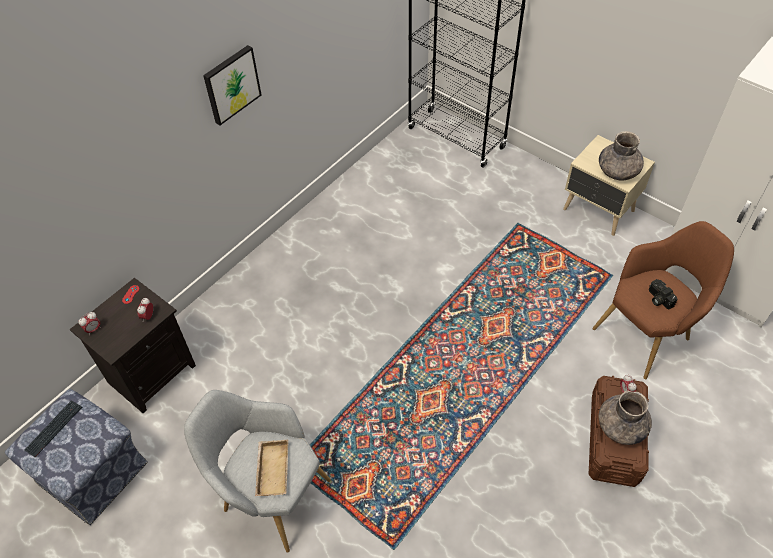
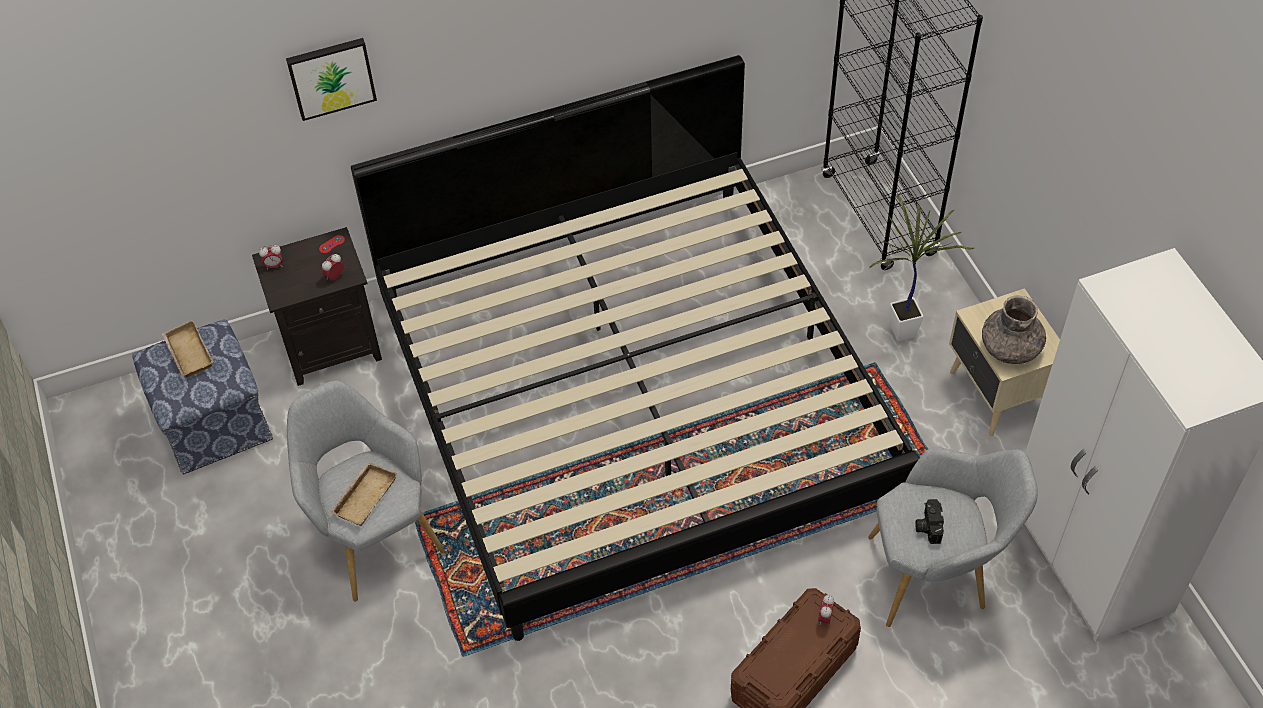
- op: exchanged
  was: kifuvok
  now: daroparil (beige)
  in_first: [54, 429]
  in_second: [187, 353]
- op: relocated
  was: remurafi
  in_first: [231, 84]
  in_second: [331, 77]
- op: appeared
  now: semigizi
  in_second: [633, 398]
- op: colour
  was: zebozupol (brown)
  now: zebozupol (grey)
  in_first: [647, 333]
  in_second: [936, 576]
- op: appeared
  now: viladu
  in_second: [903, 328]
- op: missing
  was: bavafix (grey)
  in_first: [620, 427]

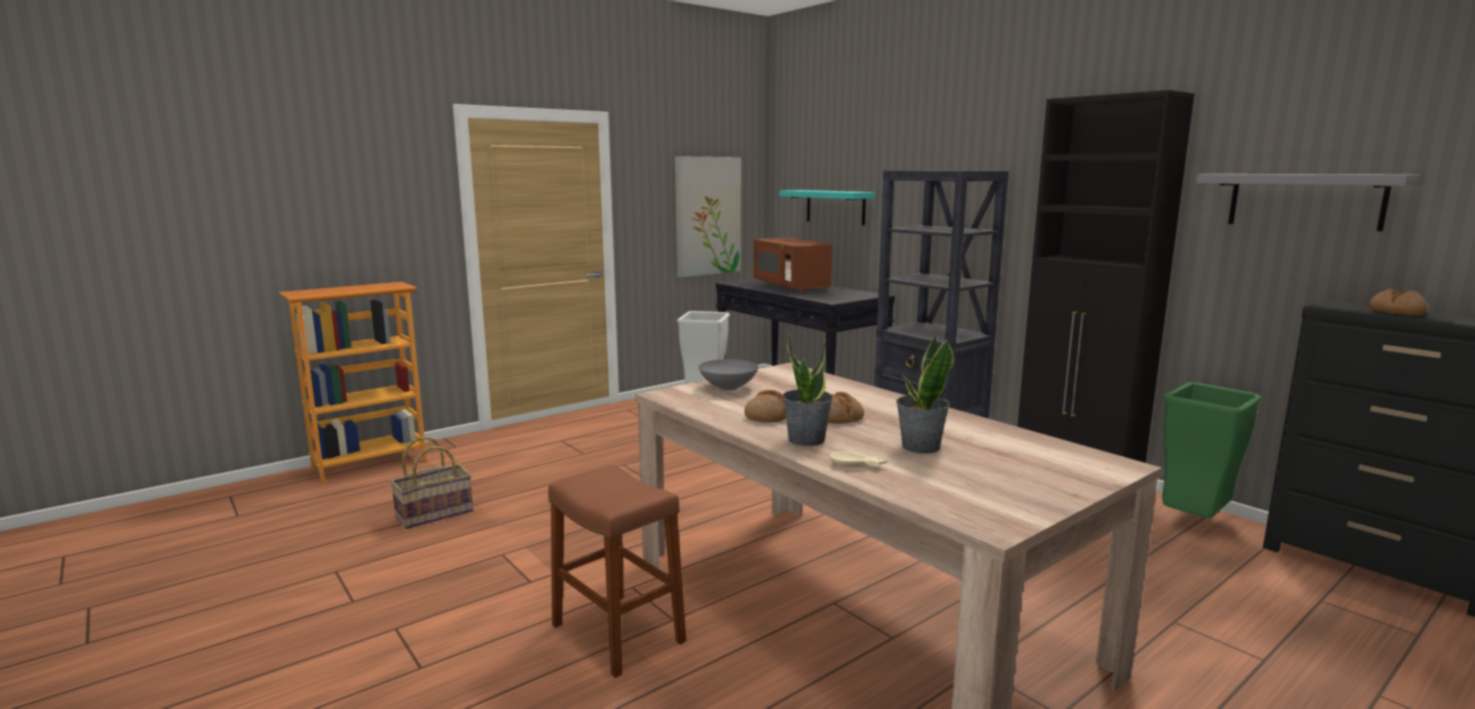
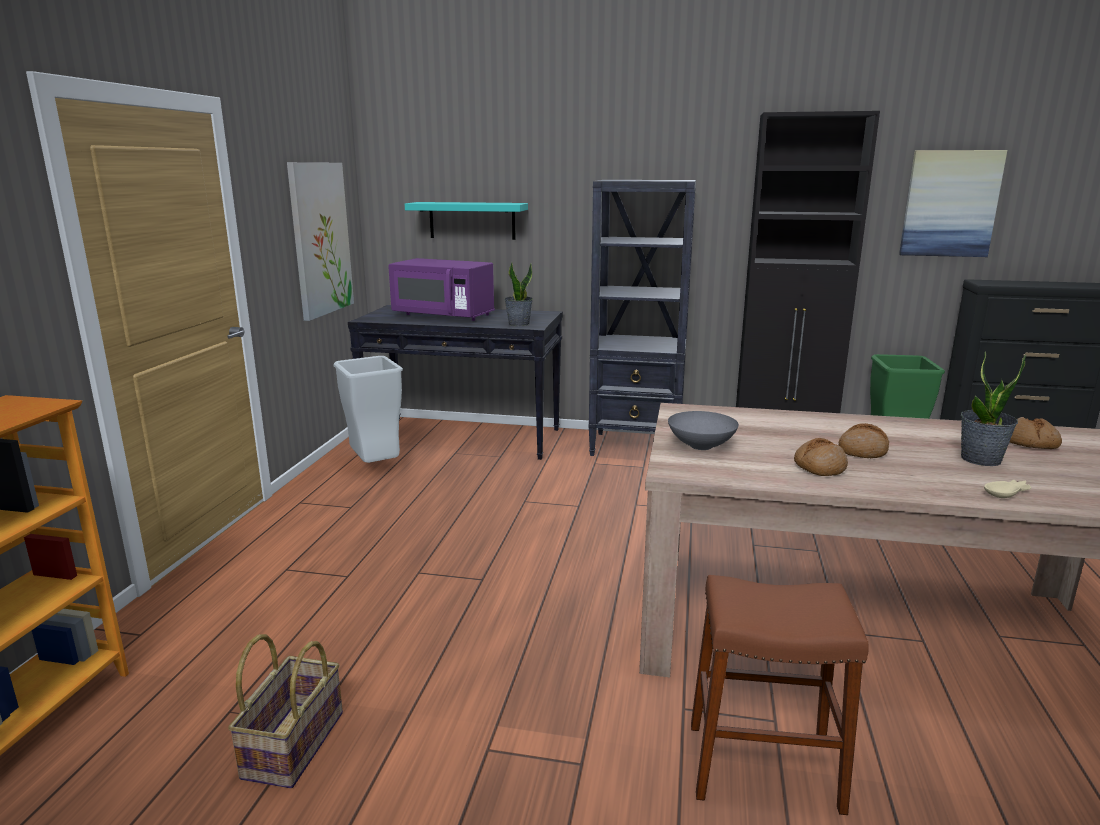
- op: colour
  was: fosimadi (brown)
  now: fosimadi (purple)
  in_first: [791, 287]
  in_second: [443, 315]
- op: relocated
  was: viladu
  in_first: [806, 439]
  in_second: [518, 324]
- op: exchanged
  was: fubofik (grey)
  now: remurafi
  in_first: [1305, 200]
  in_second: [950, 204]
- op: relocated
  was: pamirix
  in_first: [1395, 312]
  in_second: [1029, 443]

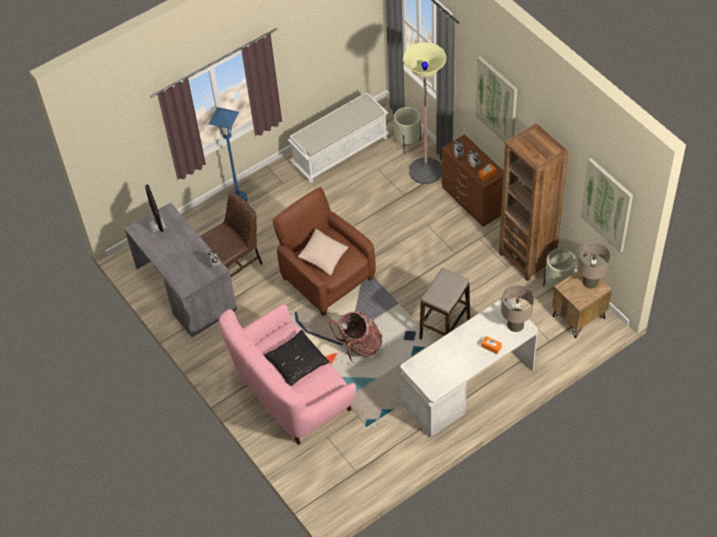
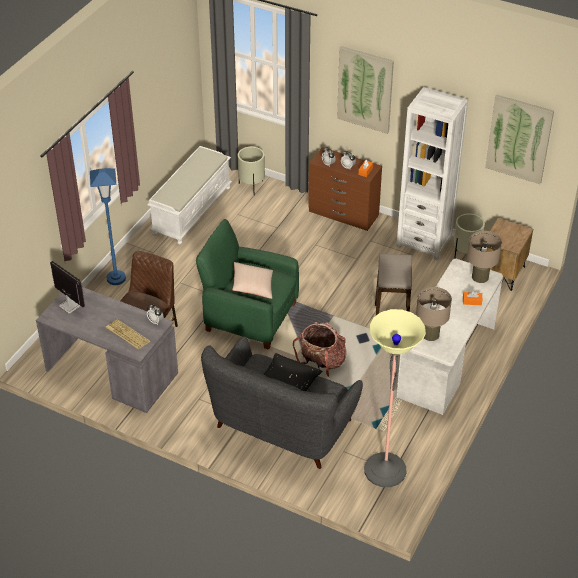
- op: appeared
  now: kifuvok
  in_second: [127, 335]
- op: colour
  was: zebozupol (brown)
  now: zebozupol (green)
  in_first: [327, 277]
  in_second: [249, 316]
- op: colour
  was: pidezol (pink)
  now: pidezol (grey)
  in_first: [291, 393]
  in_second: [281, 426]
- op: relocated
  was: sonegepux
  in_first: [425, 171]
  in_second: [385, 470]
- op: colour
  was: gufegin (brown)
  now: gufegin (white)
  in_first: [527, 258]
  in_second: [424, 242]
- op: relocated
  was: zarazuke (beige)
  in_first: [590, 282]
  in_second: [430, 334]

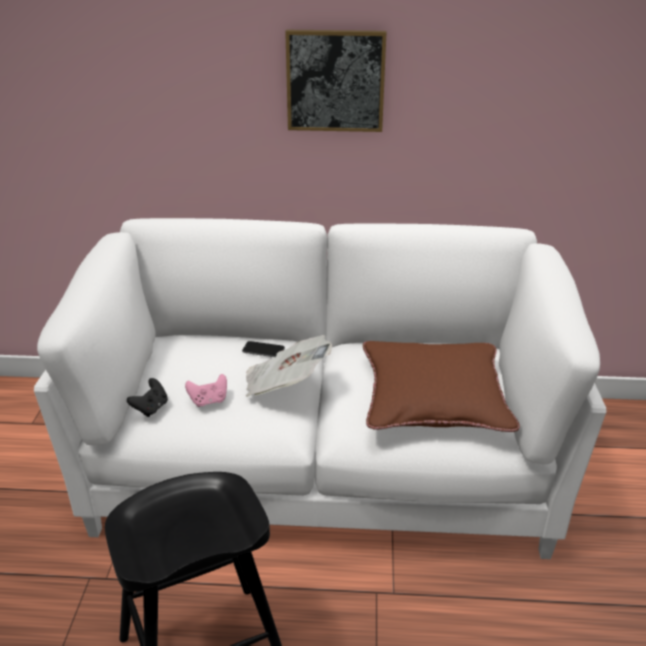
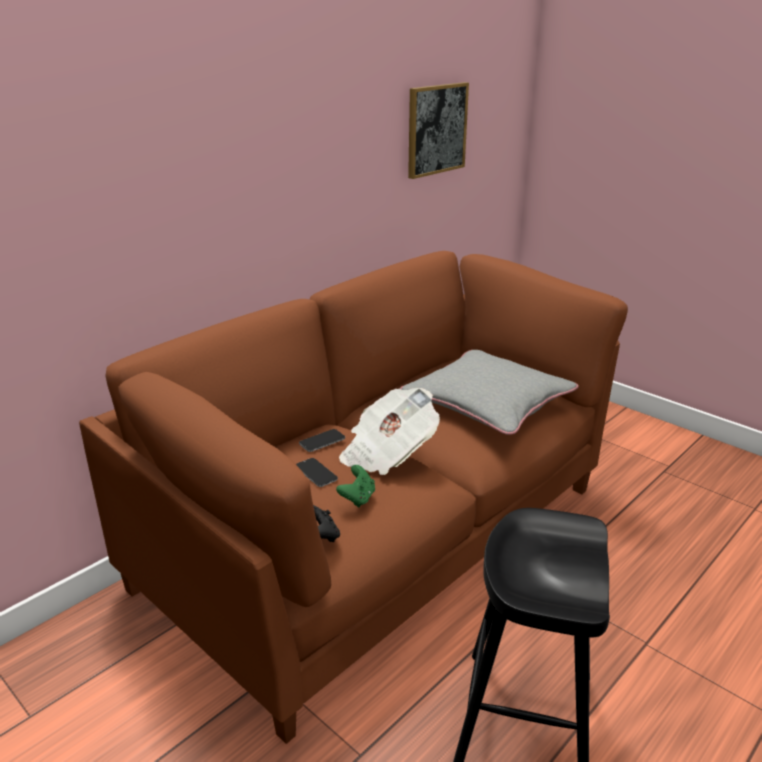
- op: colour
  was: pidezol (white)
  now: pidezol (brown)
  in_first: [323, 464]
  in_second: [379, 537]
- op: appeared
  now: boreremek
  in_second: [316, 473]
- op: colour
  was: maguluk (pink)
  now: maguluk (green)
  in_first: [208, 401]
  in_second: [357, 498]
- op: colour
  was: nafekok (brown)
  now: nafekok (grey)
  in_first: [433, 397]
  in_second: [488, 402]
- op: relocated
  was: remurafi
  in_first: [335, 81]
  in_second: [436, 129]

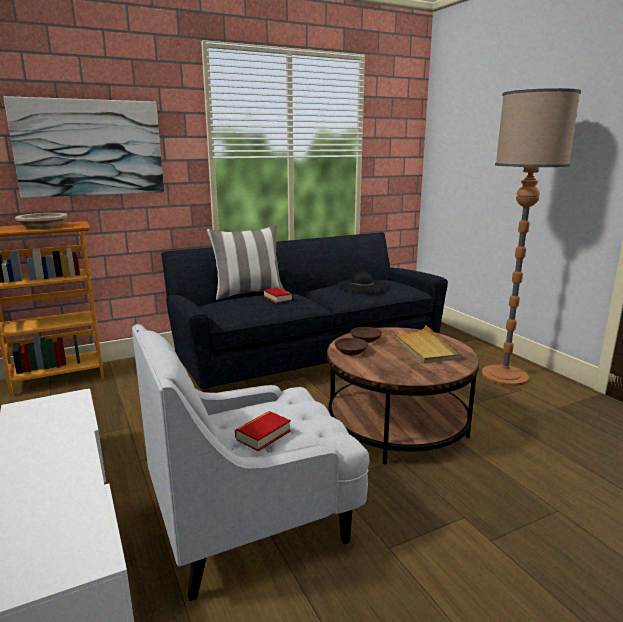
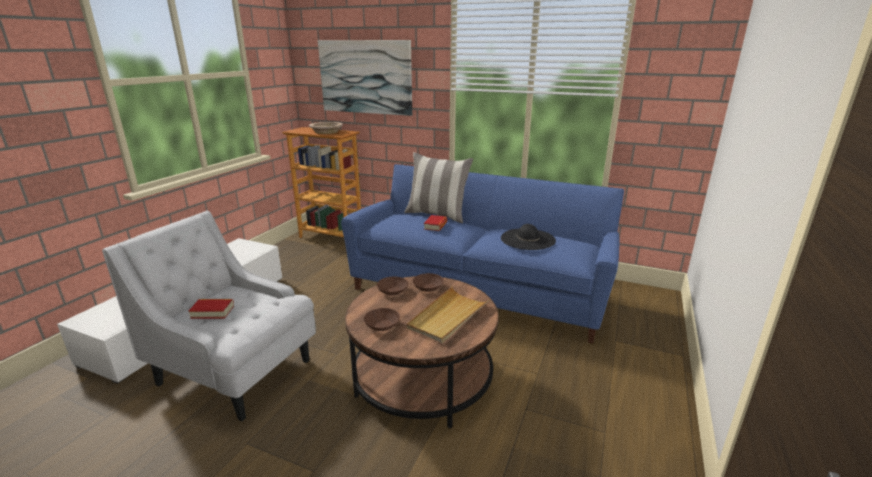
- op: colour
  was: pidezol (black)
  now: pidezol (blue)
  in_first: [306, 356]
  in_second: [479, 288]
- op: appeared
  now: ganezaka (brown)
  in_second: [382, 325]
- op: missing
  was: sonegepux
  in_first: [504, 376]

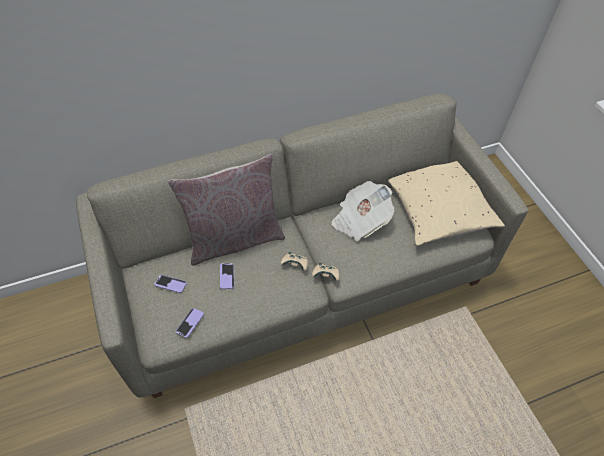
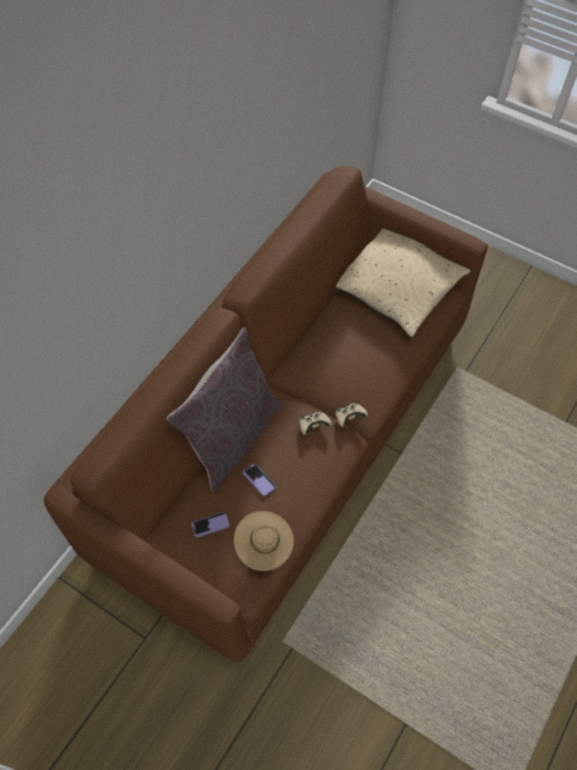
- op: colour
  was: pidezol (grey)
  now: pidezol (brown)
  in_first: [301, 278]
  in_second: [288, 438]
- op: exchanged
  was: boreremek
  now: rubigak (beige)
  in_first: [190, 323]
  in_second: [264, 548]
- op: missing
  was: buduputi
  in_first: [360, 220]

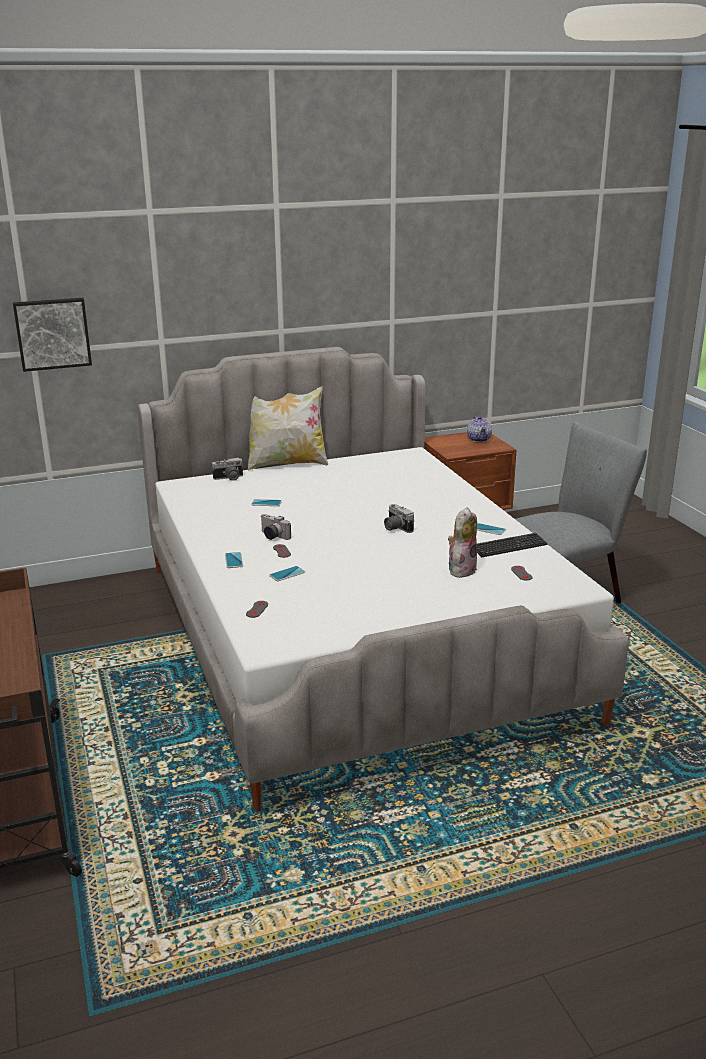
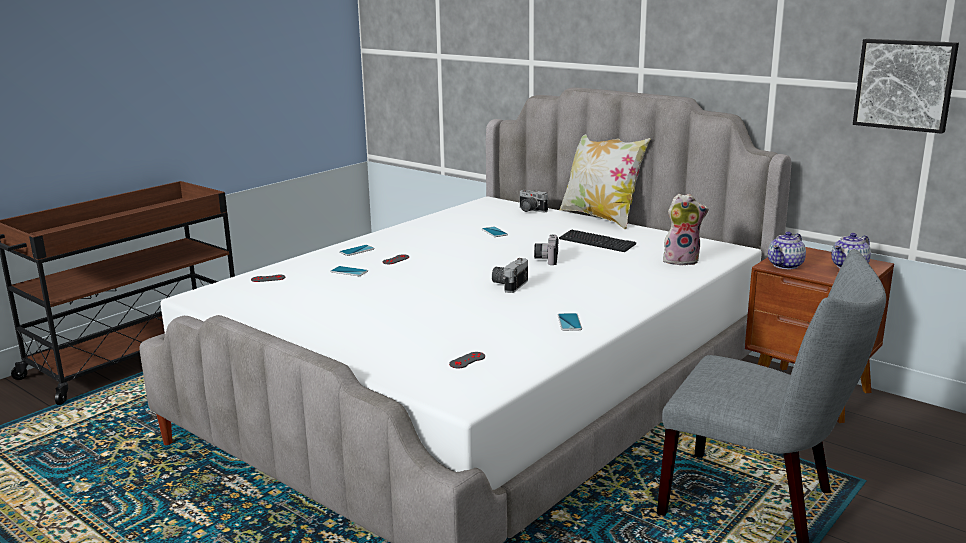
- op: relocated
  was: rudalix
  in_first: [272, 536]
  in_second: [546, 258]
- op: relocated
  was: kifuvok
  in_first: [509, 546]
  in_second: [597, 242]
- op: relocated
  was: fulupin
  in_first: [461, 569]
  in_second: [681, 260]
- op: appeared
  now: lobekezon
  in_second: [786, 265]
- op: relocated
  was: remurafi
  in_first: [52, 333]
  in_second: [905, 84]

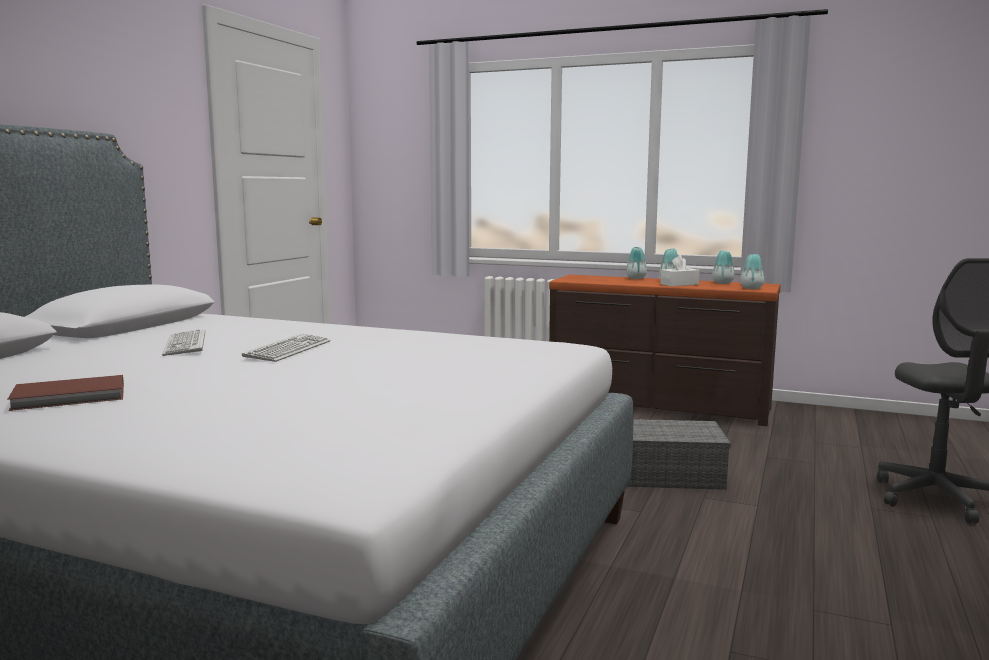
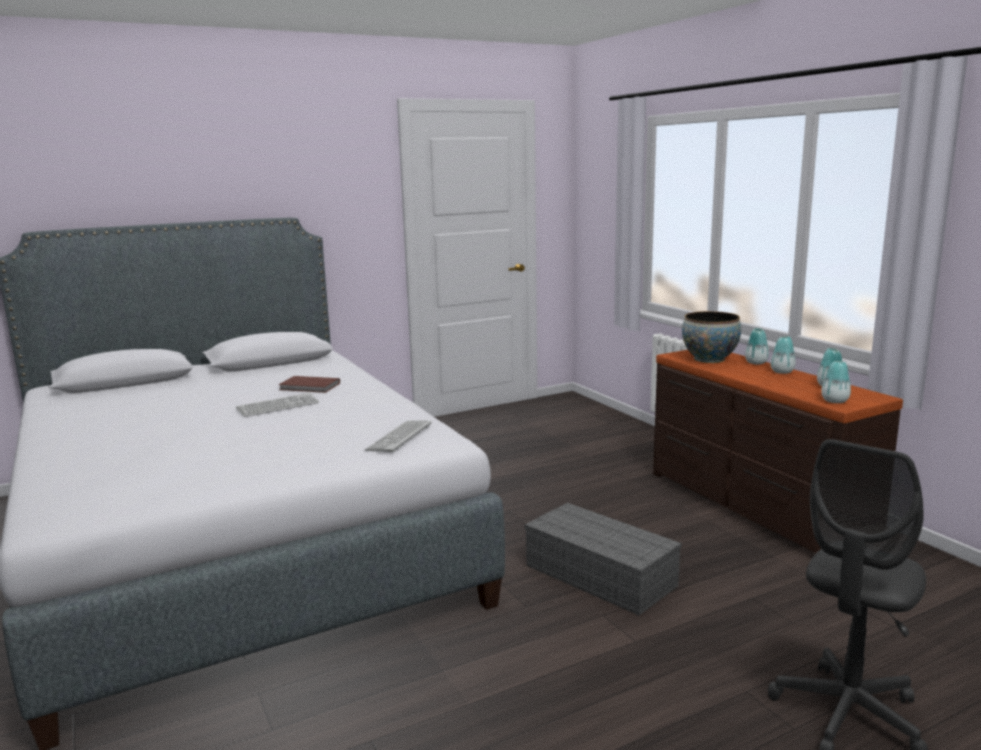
- op: relocated
  was: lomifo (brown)
  in_first: [71, 397]
  in_second: [310, 387]
- op: relocated
  was: kifuvok
  in_first: [185, 344]
  in_second: [399, 437]
- op: appeared
  now: ganezaka
  in_second: [709, 359]
- op: missing
  was: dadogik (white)
  in_first: [679, 284]

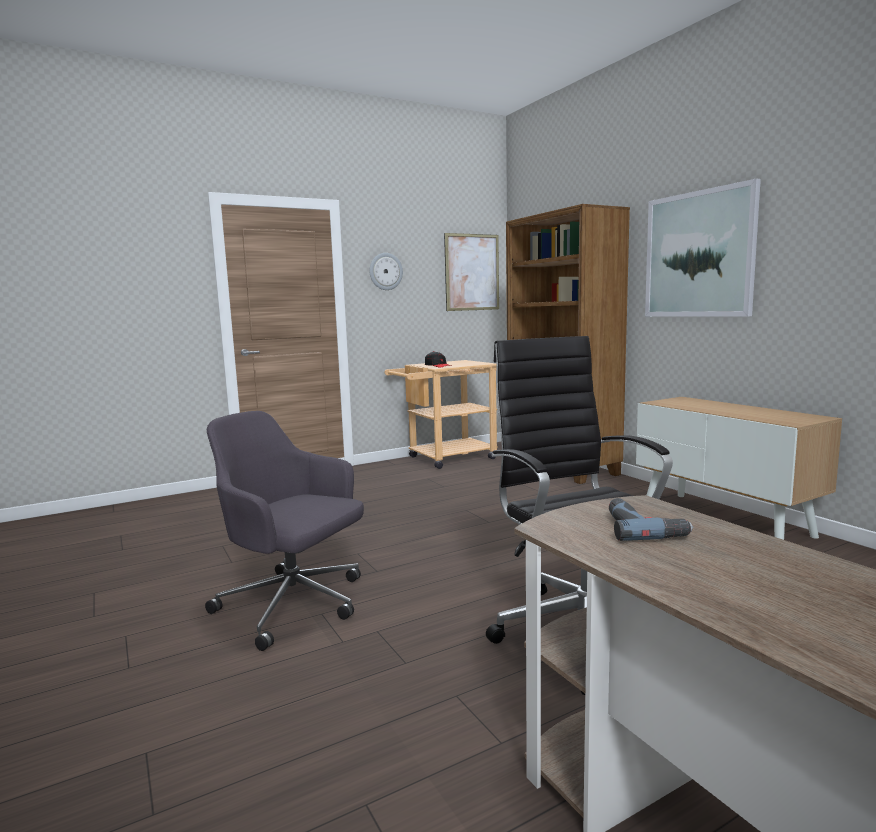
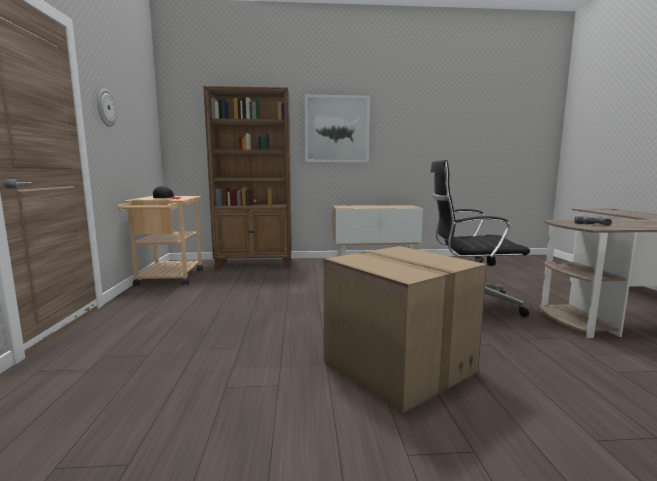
- op: exchanged
  was: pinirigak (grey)
  now: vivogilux
  in_first: [294, 605]
  in_second: [396, 365]
- op: missing
  was: remurafi
  in_first: [472, 272]

